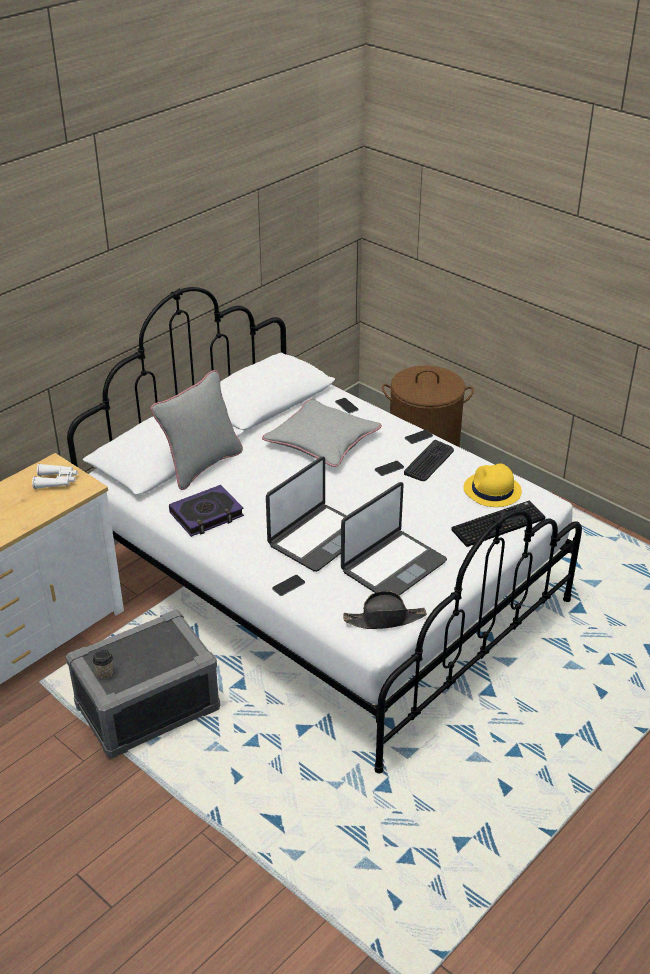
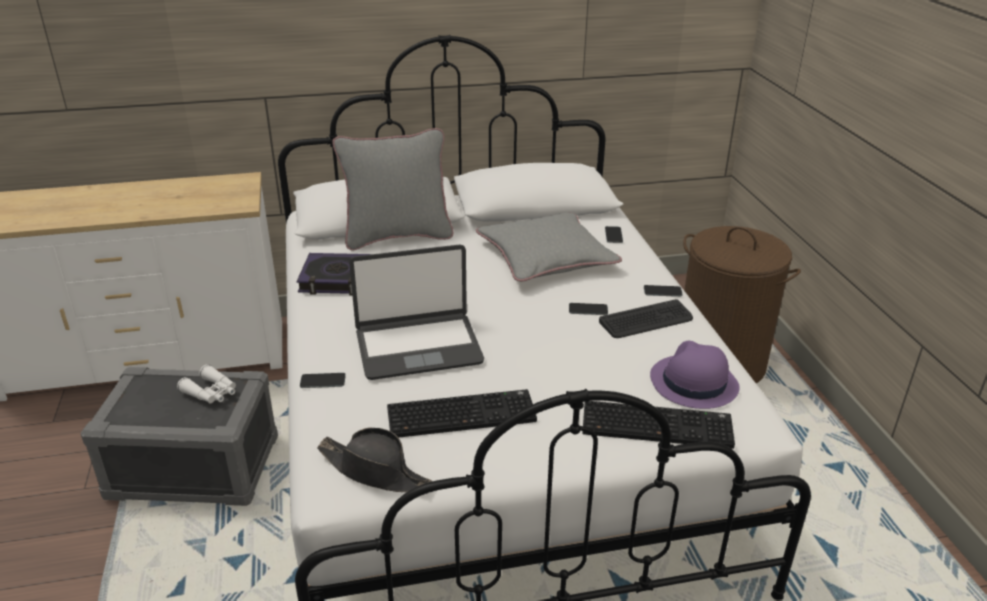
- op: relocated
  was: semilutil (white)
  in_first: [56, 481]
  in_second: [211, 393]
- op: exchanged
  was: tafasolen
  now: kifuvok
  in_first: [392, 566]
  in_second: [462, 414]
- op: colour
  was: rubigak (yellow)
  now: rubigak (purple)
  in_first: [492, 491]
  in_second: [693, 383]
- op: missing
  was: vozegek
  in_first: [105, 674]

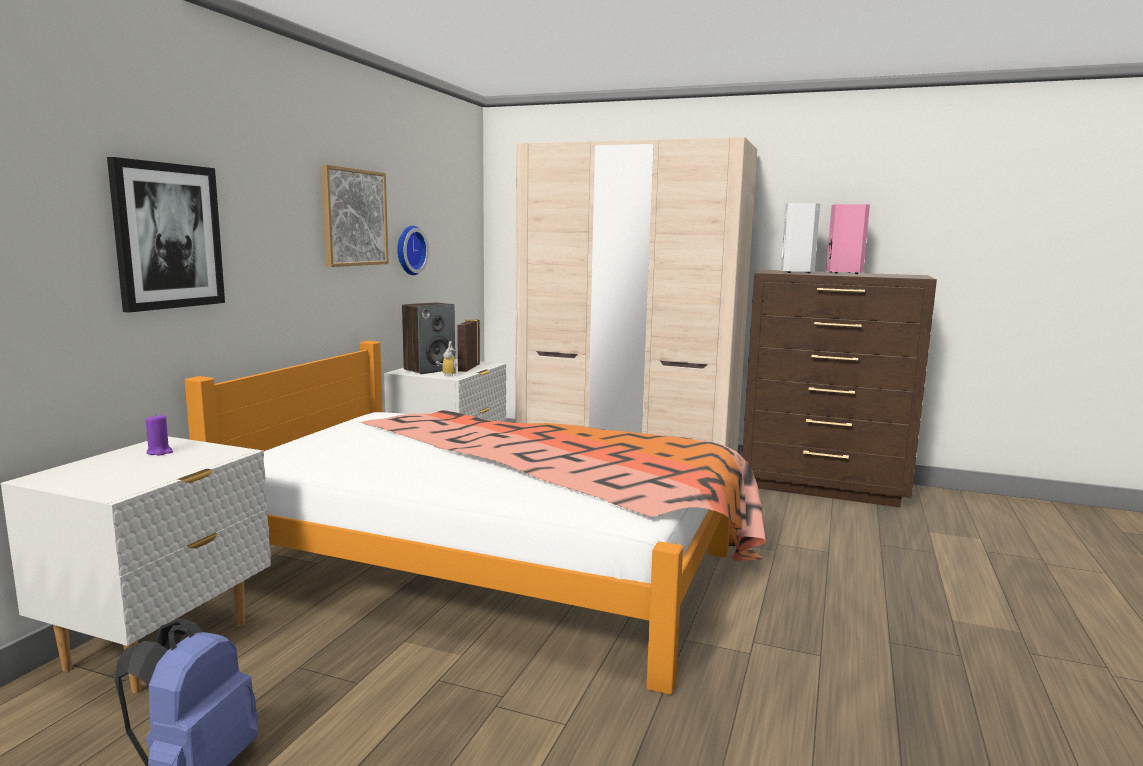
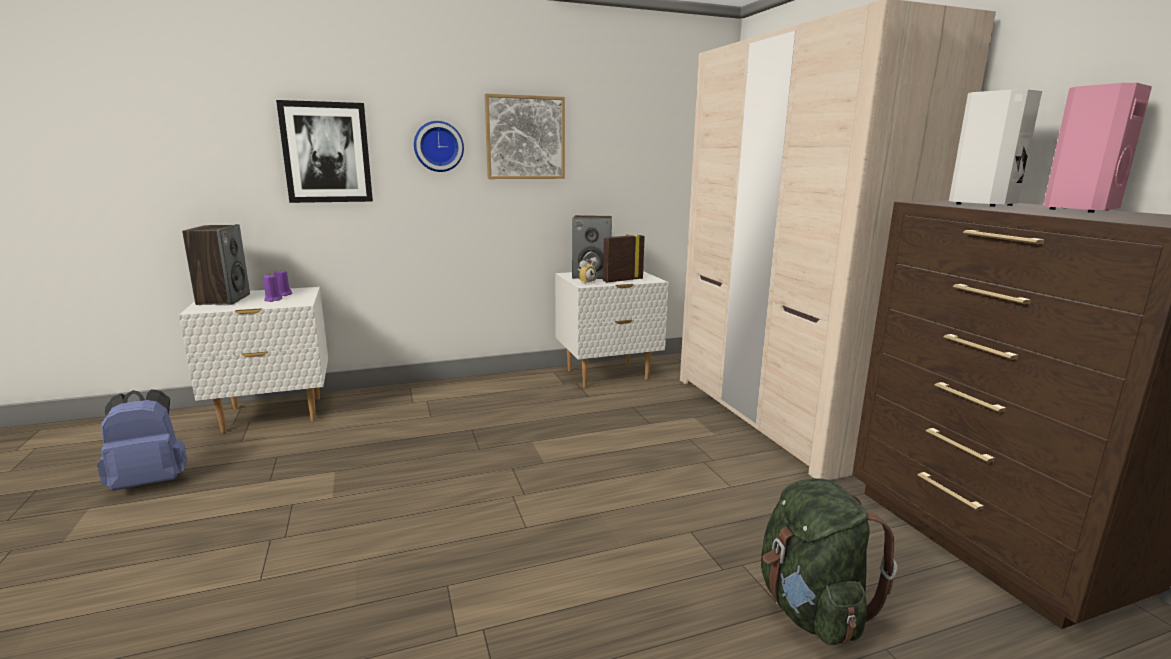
- op: appeared
  now: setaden
  in_second: [223, 299]
- op: appeared
  now: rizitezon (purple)
  in_second: [273, 300]
- op: relocated
  was: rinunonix
  in_first: [409, 250]
  in_second: [438, 146]
- op: appeared
  now: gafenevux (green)
  in_second: [810, 608]
- op: missing
  was: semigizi
  in_first: [502, 563]

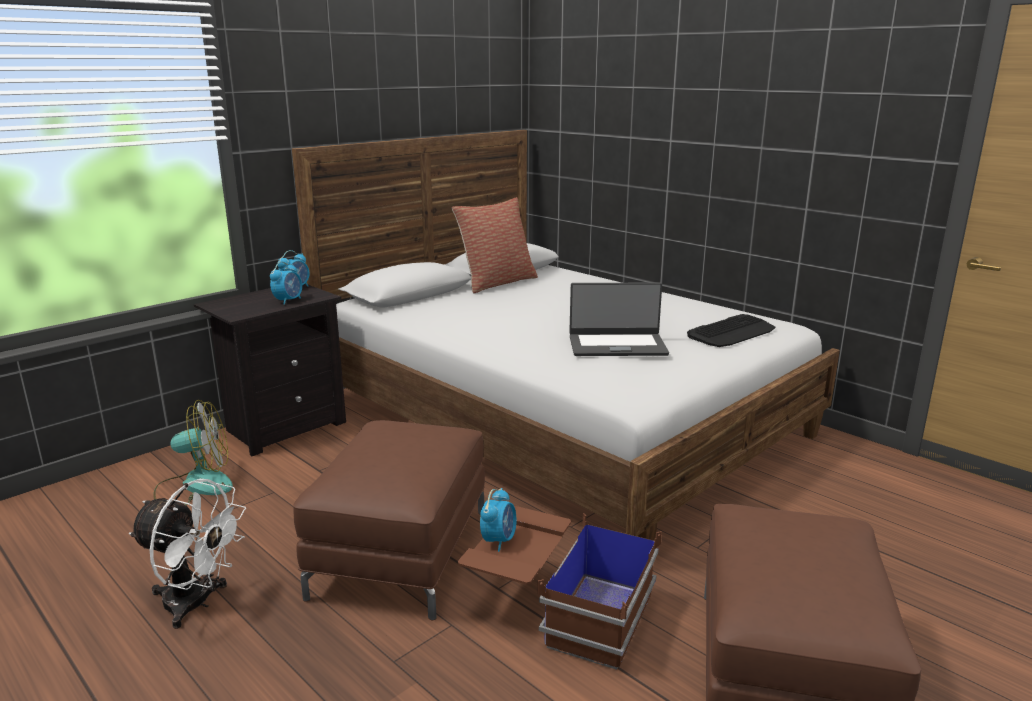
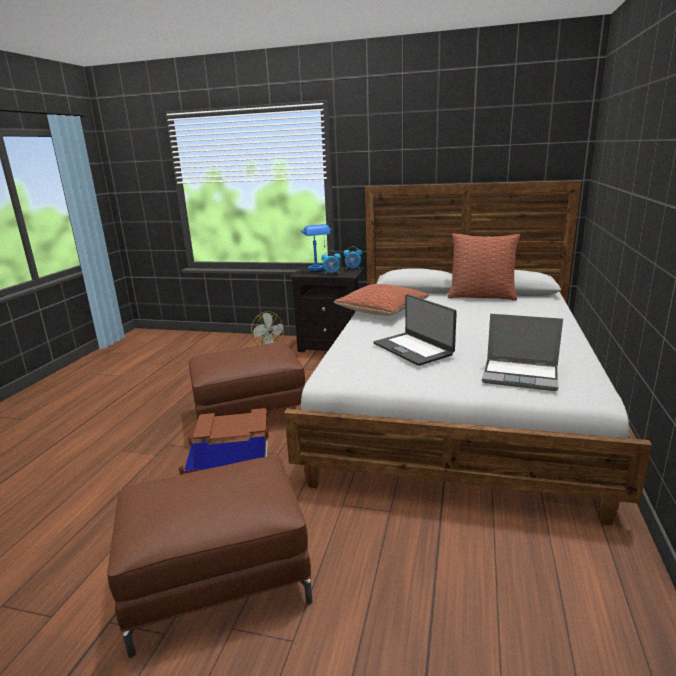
- op: appeared
  now: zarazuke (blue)
  in_second: [318, 269]
- op: appeared
  now: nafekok
  in_second: [382, 310]
- op: exchanged
  was: kifuvok
  now: tafasolen
  in_first: [732, 332]
  in_second: [521, 376]
- op: missing
  was: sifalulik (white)
  in_first: [196, 604]
- op: missing
  was: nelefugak
  in_first: [499, 540]

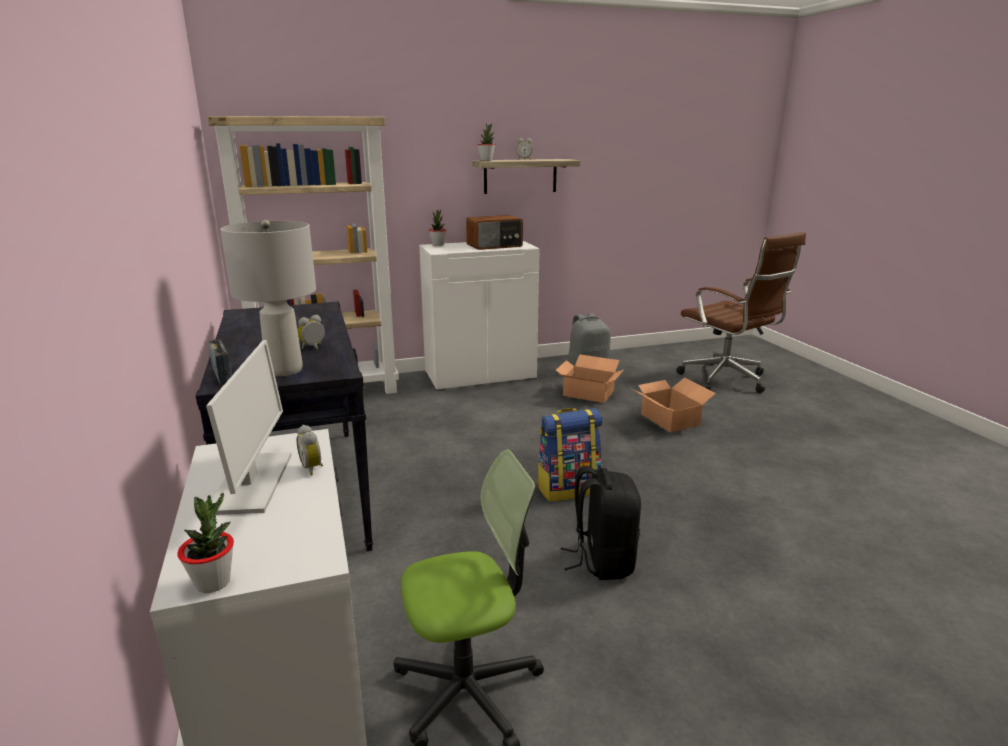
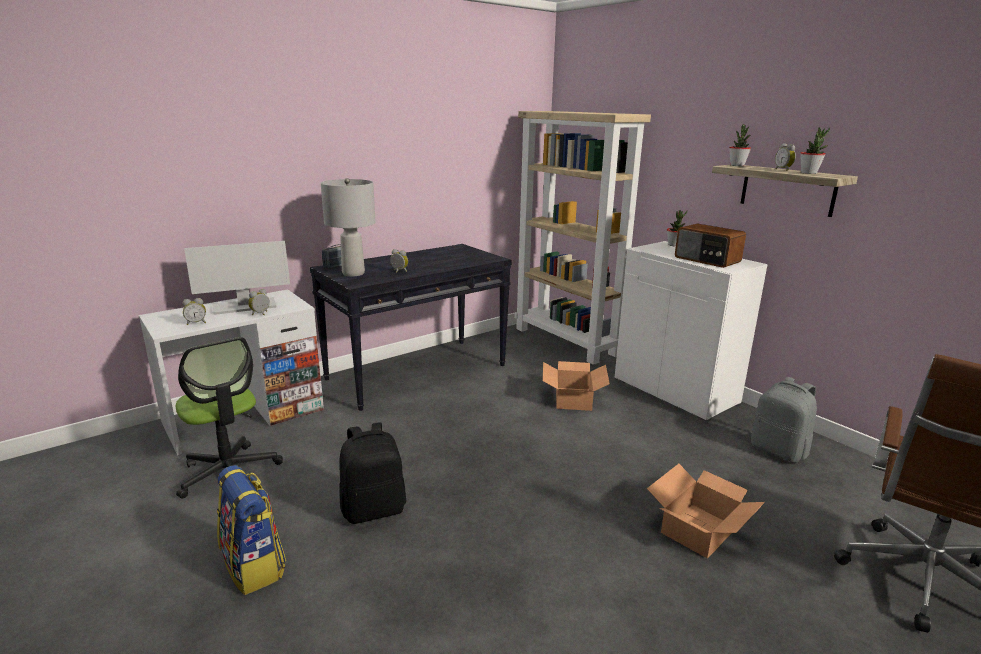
- op: appeared
  now: nelefugak
  in_second: [196, 323]
- op: relocated
  was: gafenevux
  in_first: [568, 488]
  in_second: [255, 566]
- op: relocated
  was: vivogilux
  in_first: [588, 393]
  in_second: [574, 398]
- op: relocated
  was: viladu
  in_first: [213, 582]
  in_second: [809, 173]

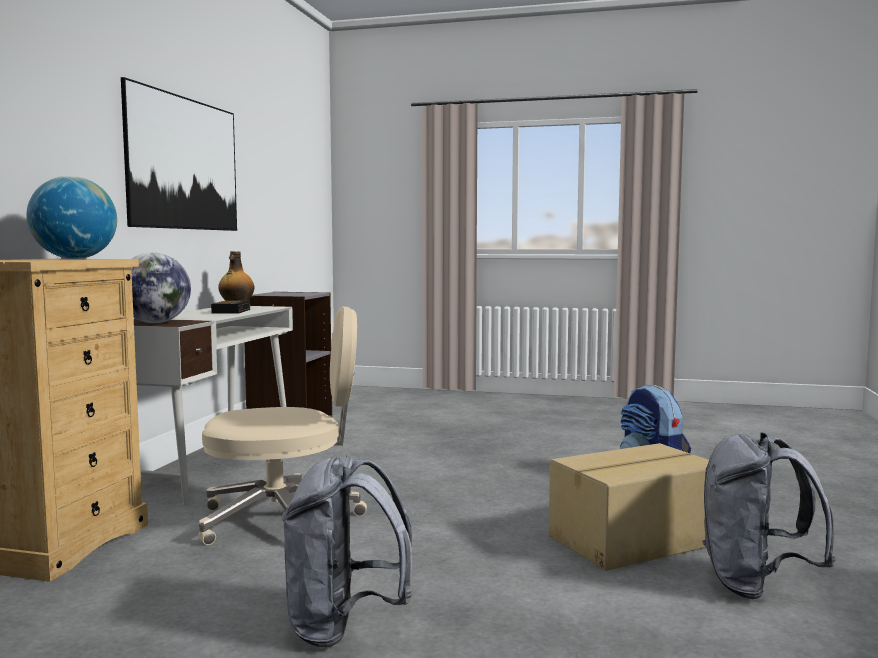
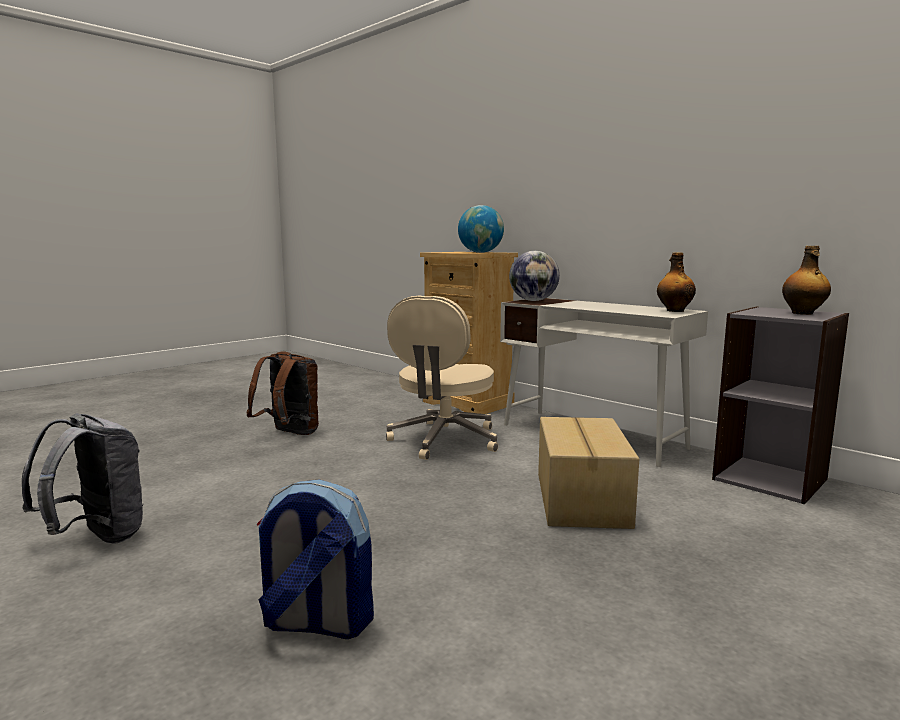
- op: colour
  was: gafenevux (grey)
  now: gafenevux (brown)
  in_first: [344, 627]
  in_second: [289, 434]
- op: relocated
  was: vivogilux
  in_first: [636, 540]
  in_second: [580, 500]
- op: appeared
  now: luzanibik
  in_second: [803, 313]
- op: missing
  was: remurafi
  in_first: [184, 163]
- op: missing
  was: nelefugak
  in_first: [231, 311]

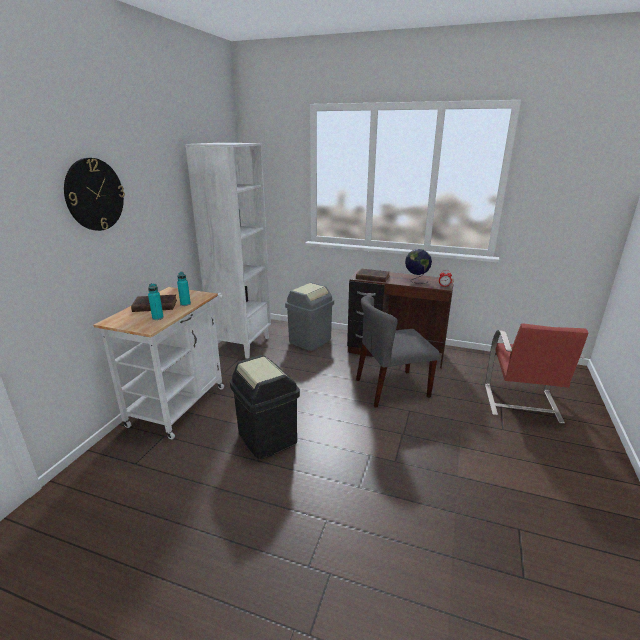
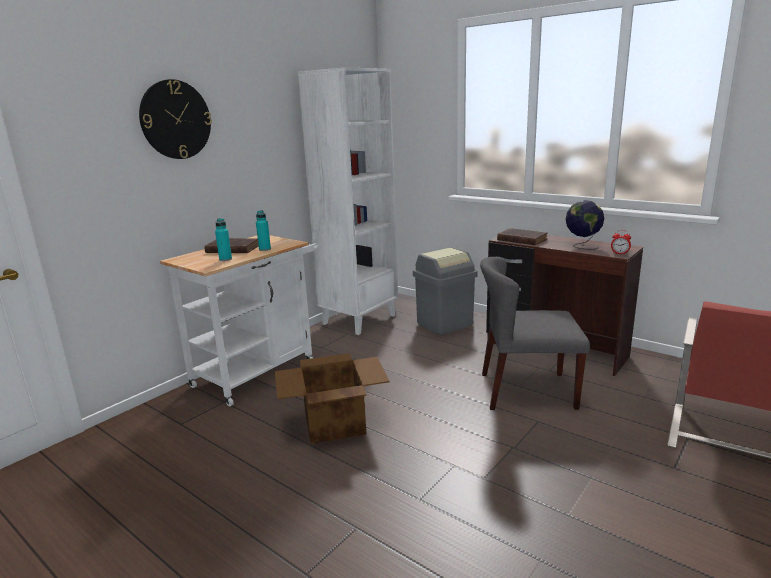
- op: exchanged
  was: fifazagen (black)
  now: vivogilux
  in_first: [267, 438]
  in_second: [333, 423]

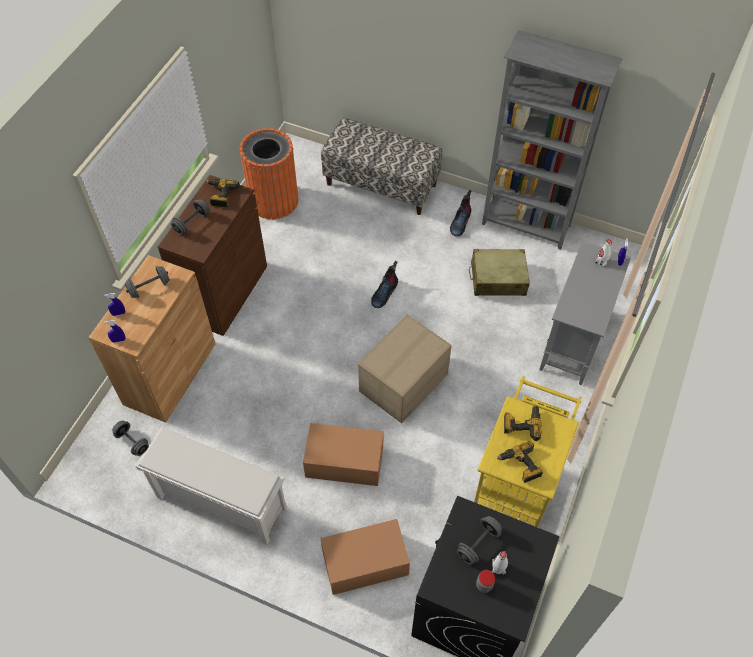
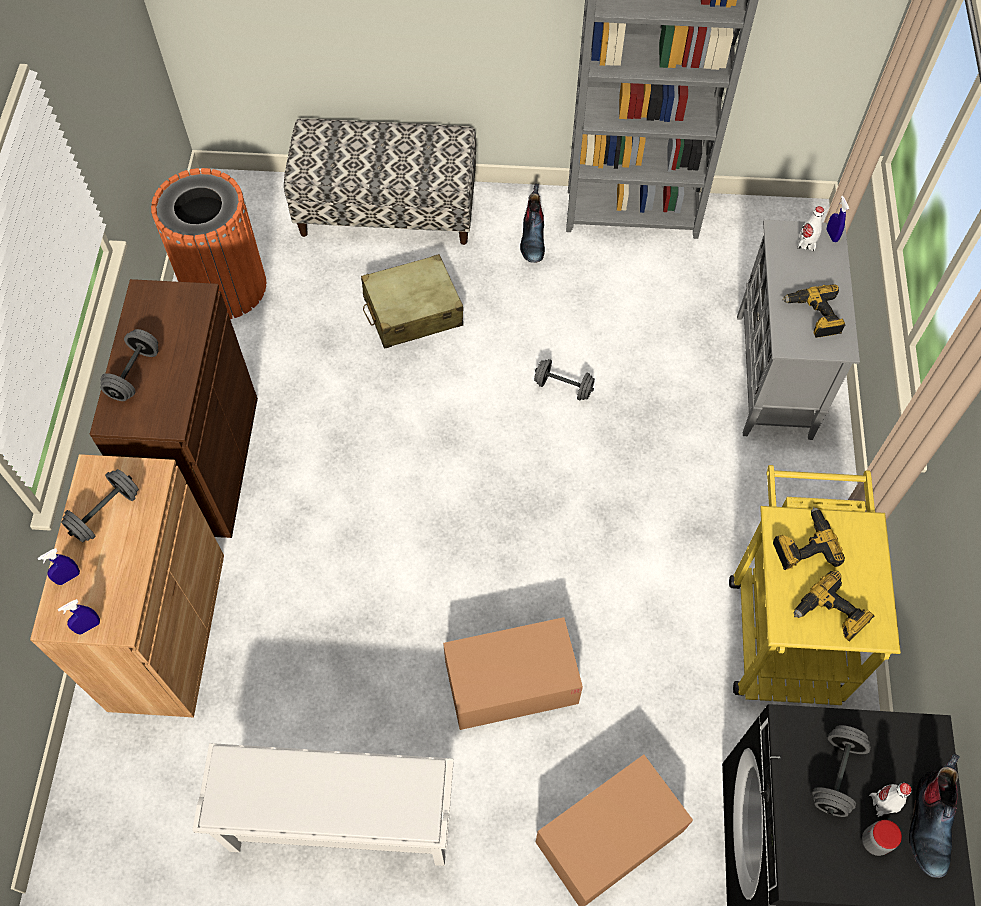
- op: relocated
  was: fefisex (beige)
  in_first: [498, 279]
  in_second: [412, 311]
- op: relocated
  was: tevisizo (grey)
  in_first: [132, 442]
  in_second: [563, 387]
- op: relocated
  was: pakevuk
  in_first: [220, 195]
  in_second: [814, 316]
- op: relocated
  was: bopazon
  in_first: [384, 292]
  in_second: [929, 822]
- op: missing
  was: vivogilux
  in_first: [404, 383]

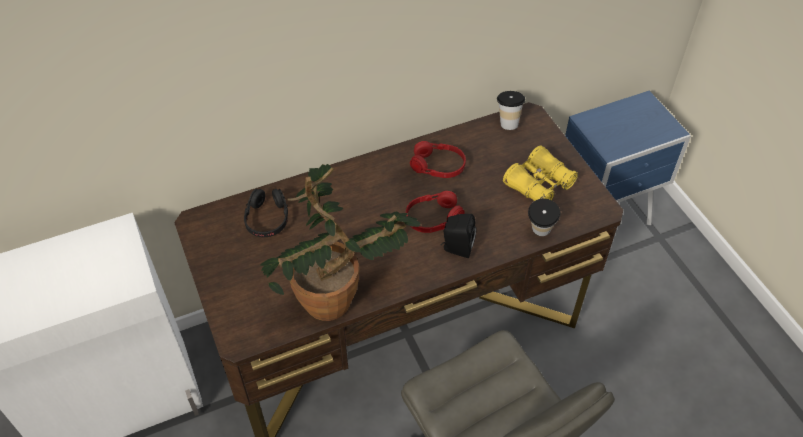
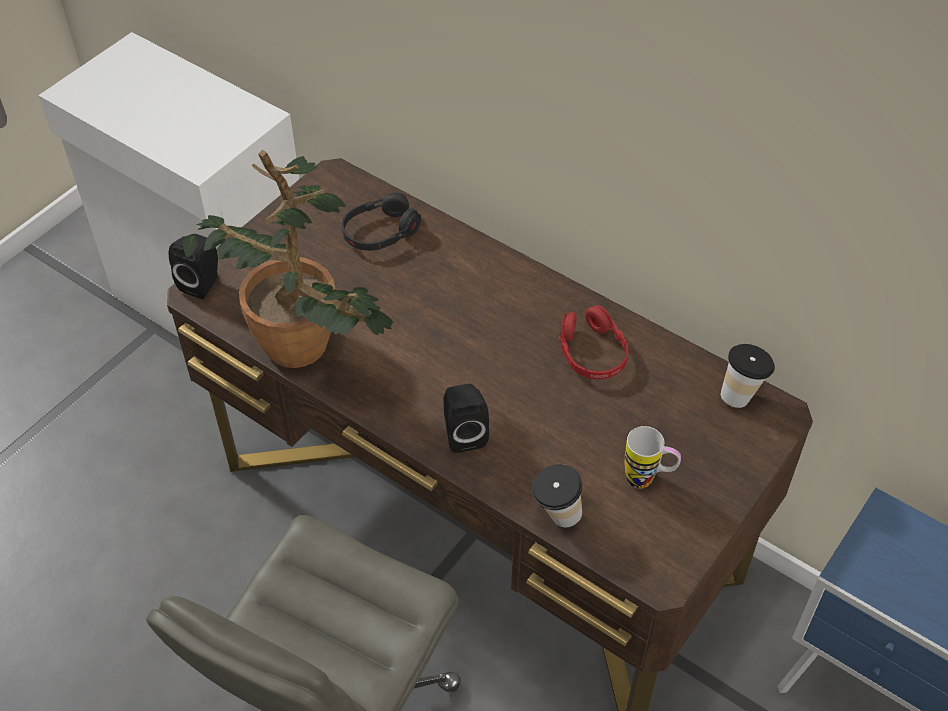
- op: appeared
  now: setaden (black)
  in_second: [203, 282]
- op: exchanged
  was: semilutil (yellow)
  now: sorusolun
  in_first: [538, 185]
  in_second: [648, 480]
- op: missing
  was: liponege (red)
  in_first: [433, 218]

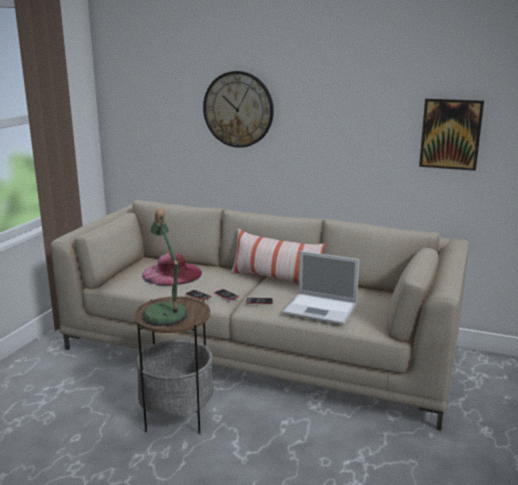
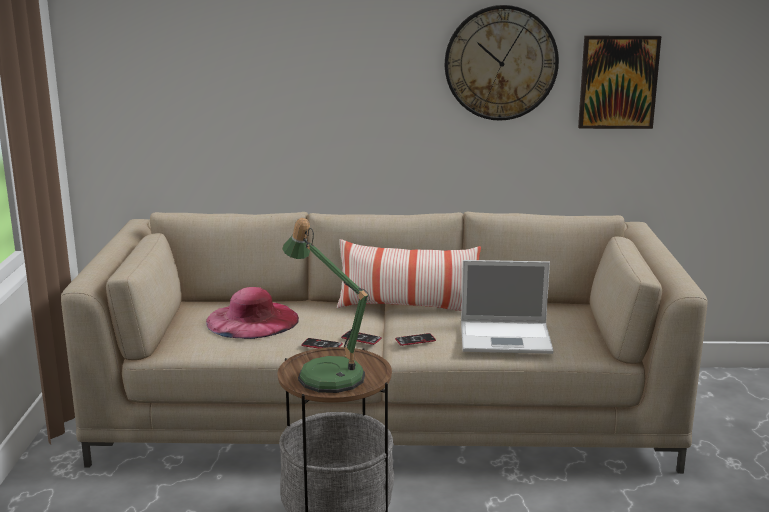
- op: relocated
  was: rinunonix
  in_first: [238, 109]
  in_second: [501, 63]

